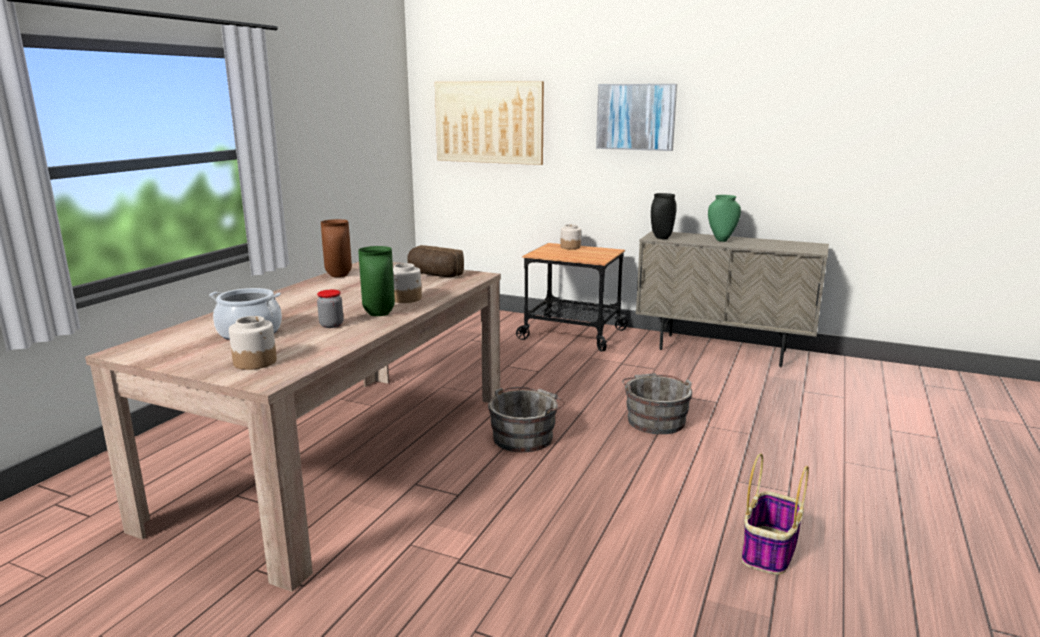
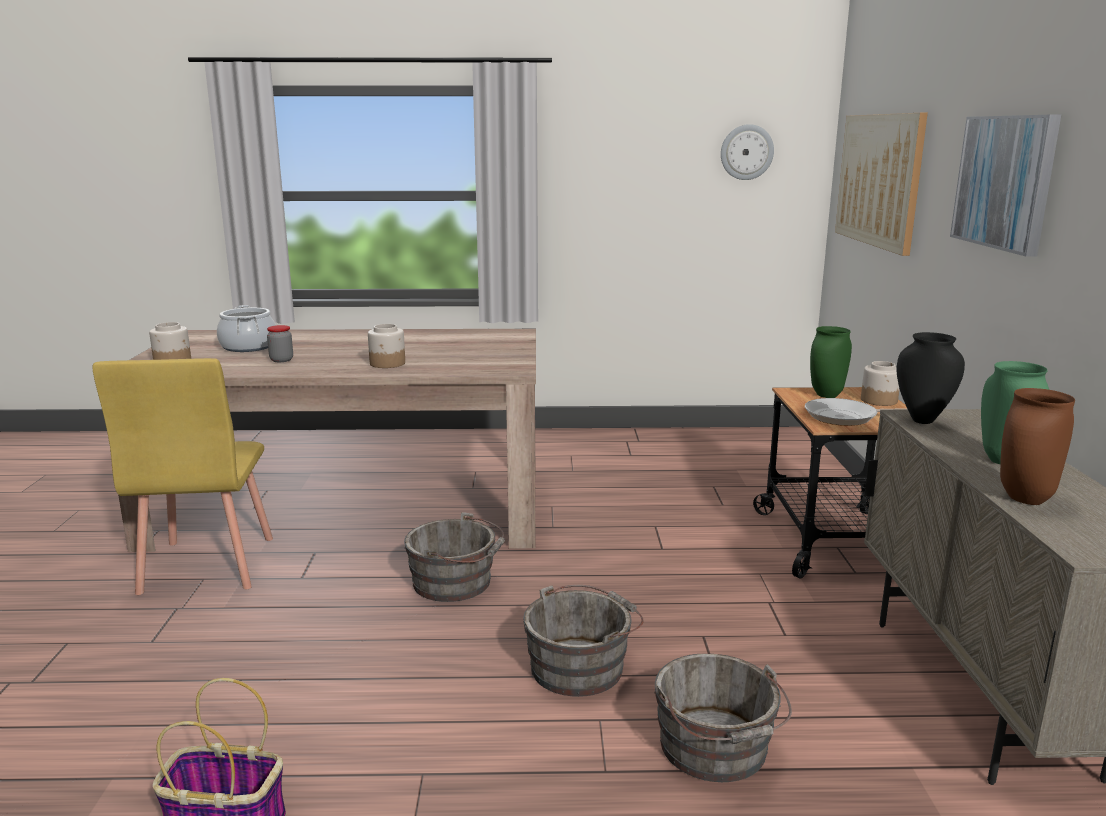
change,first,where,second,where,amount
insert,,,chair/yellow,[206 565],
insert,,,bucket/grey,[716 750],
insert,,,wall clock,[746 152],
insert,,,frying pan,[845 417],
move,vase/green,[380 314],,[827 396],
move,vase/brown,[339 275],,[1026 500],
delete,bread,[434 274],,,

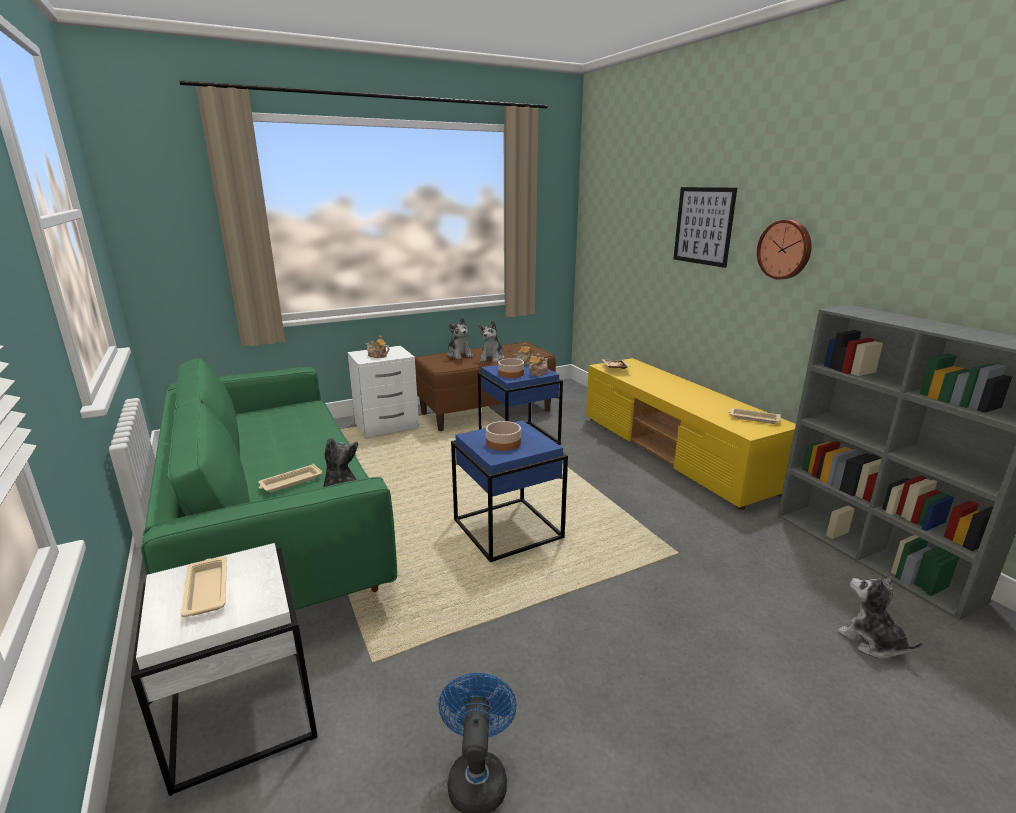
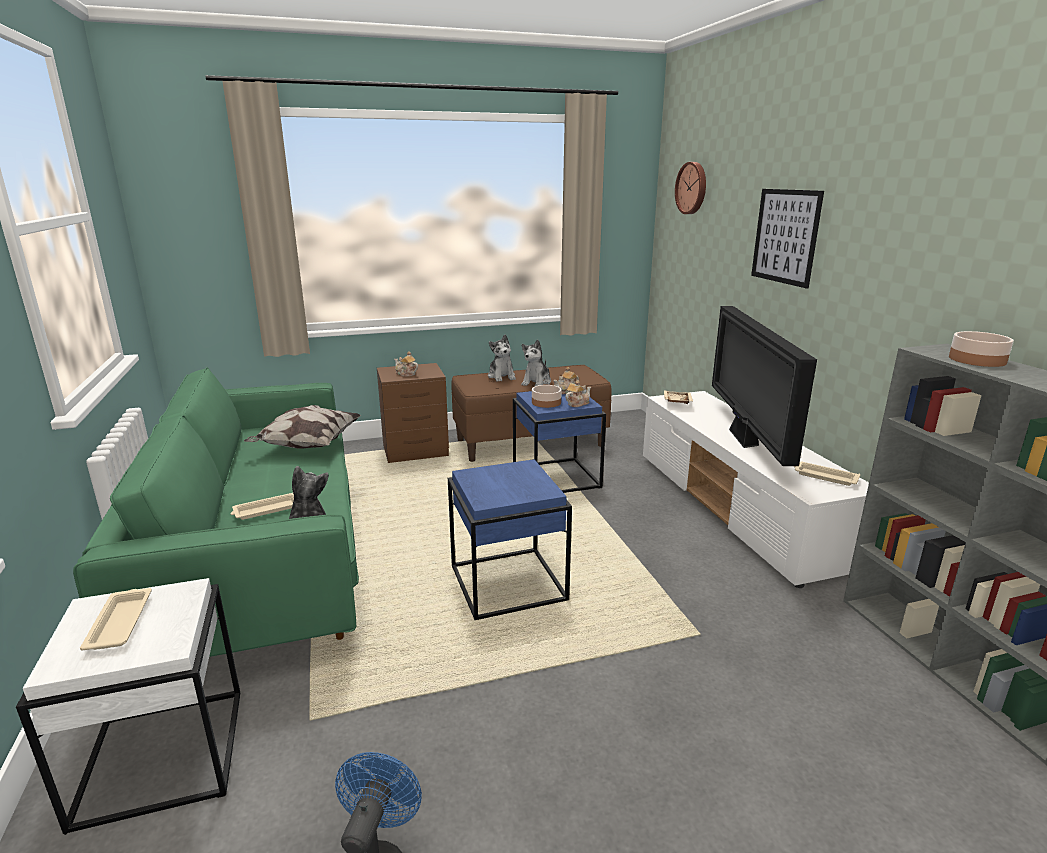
change,first,where,second,where,amount
insert,,,pillow,[307 446],
recolor,nightstand/white,[388 426],nightstand/brown,[417 451],
recolor,tv stand/yellow,[674 452],tv stand/white,[737 509],
move,wall clock,[785 249],,[692 188],
insert,,,television,[744 439],
move,bowl,[503 443],,[976 359],
delete,plush toy,[871 642],,,

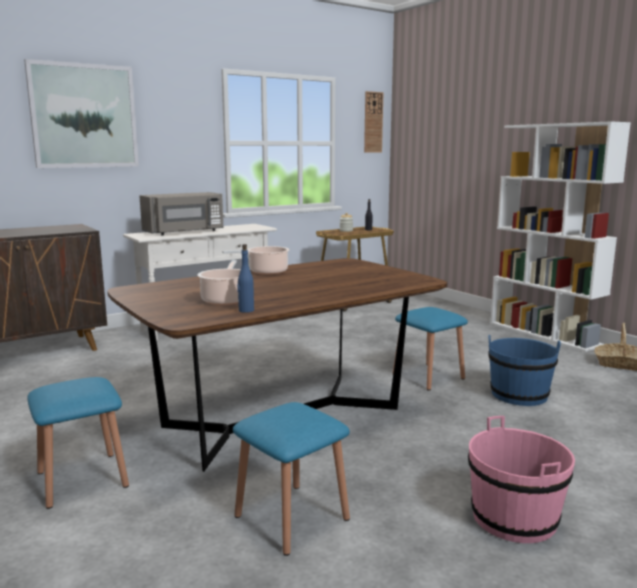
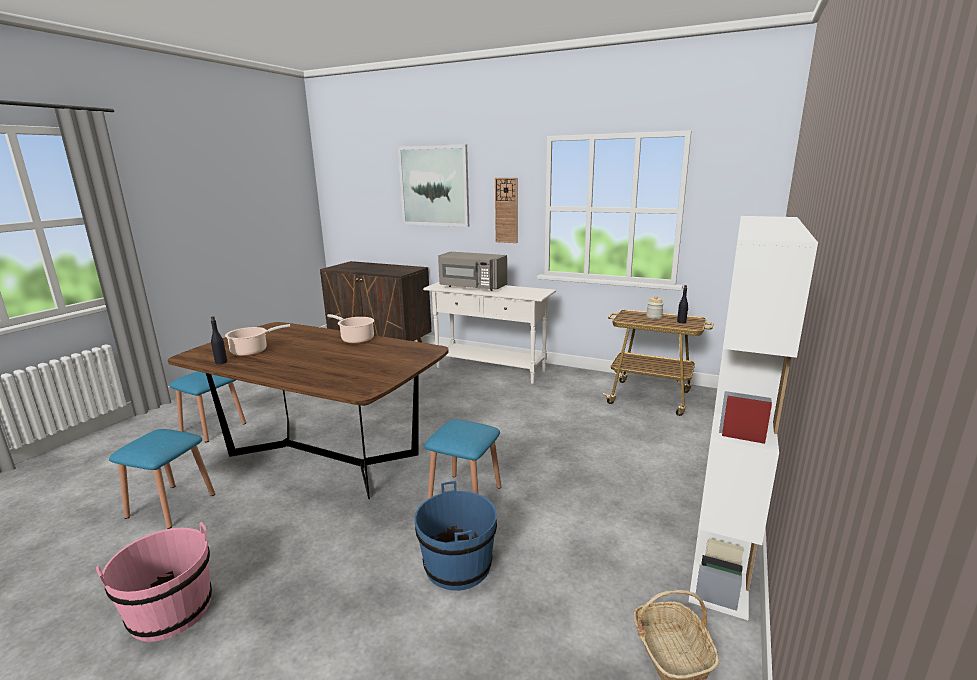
change,first,where,second,where,amount
recolor,bottle/blue,[246 310],bottle/black,[221 362],
move,wall clock,[373 122],,[506 210],

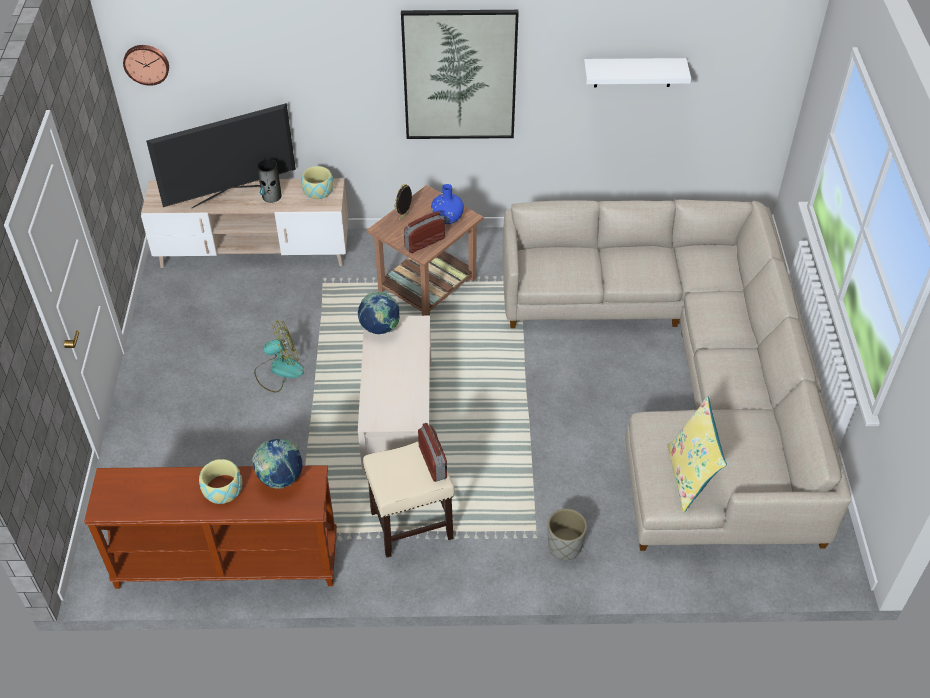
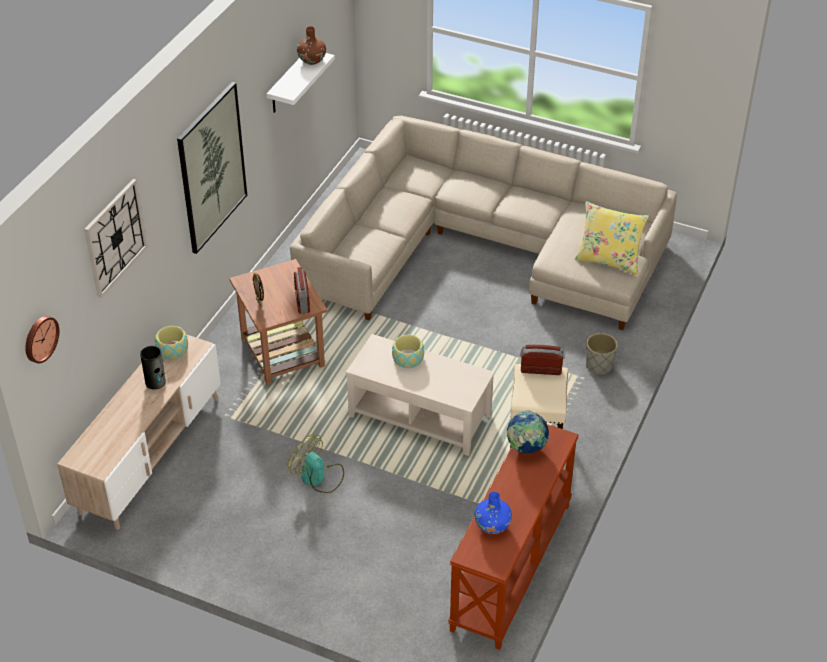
change,first,where,second,where,amount
insert,,,wall clock,[115 237],
rotate,fan,[279 370],,[318 477],60 degrees counterclockwise
insert,,,vase/brown,[312 60],
move,bowl,[222 488],,[407 358],
move,vase/blue,[447 218],,[492 525],
delete,television,[231 195],,,
delete,globe,[380 328],,,

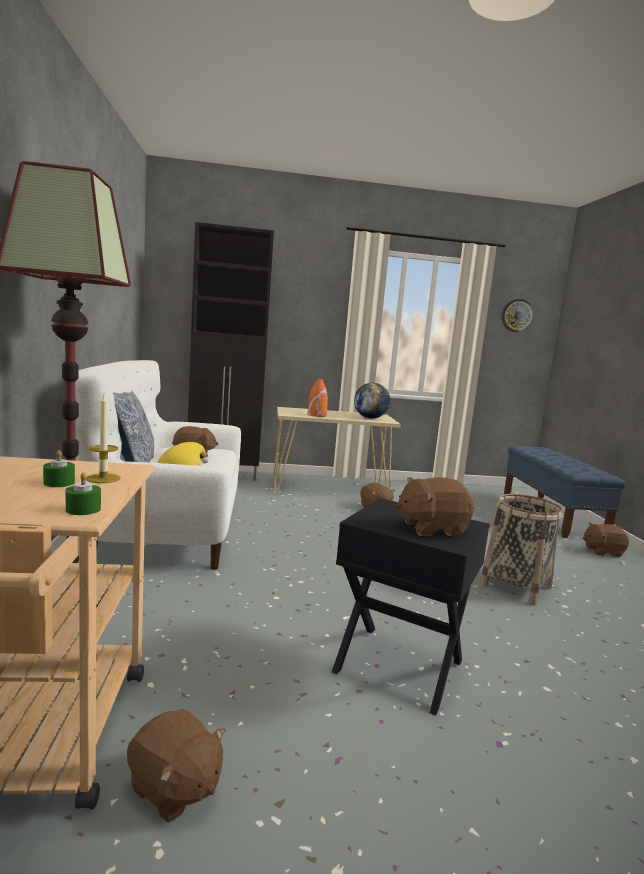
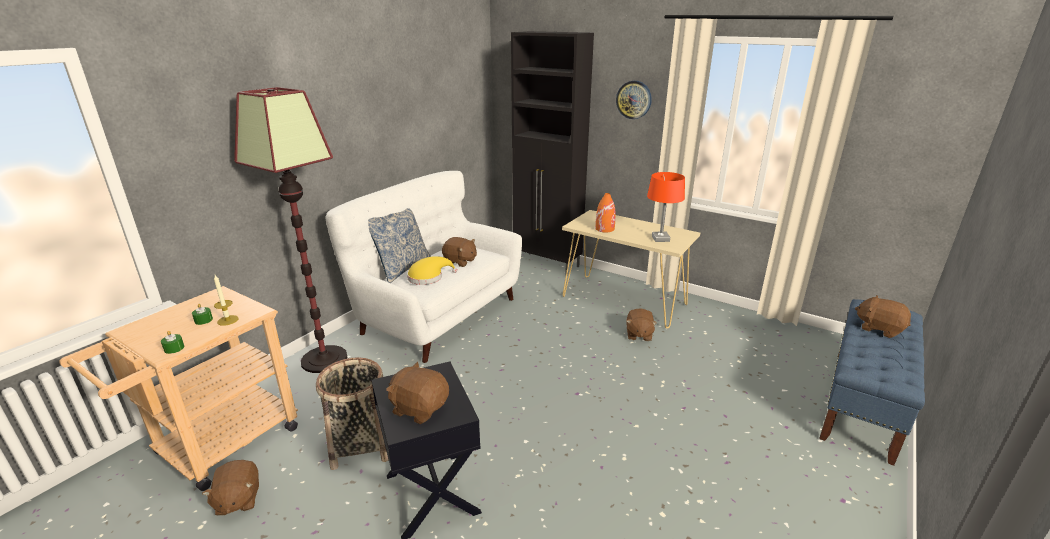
change,first,where,second,where,amount
move,basket,[516 586],,[361 445],
move,wall clock,[517 315],,[634 99],
replace,globe,[370 418],table lamp/orange,[660 239],
move,plush toy/brown,[602 551],,[879 328],

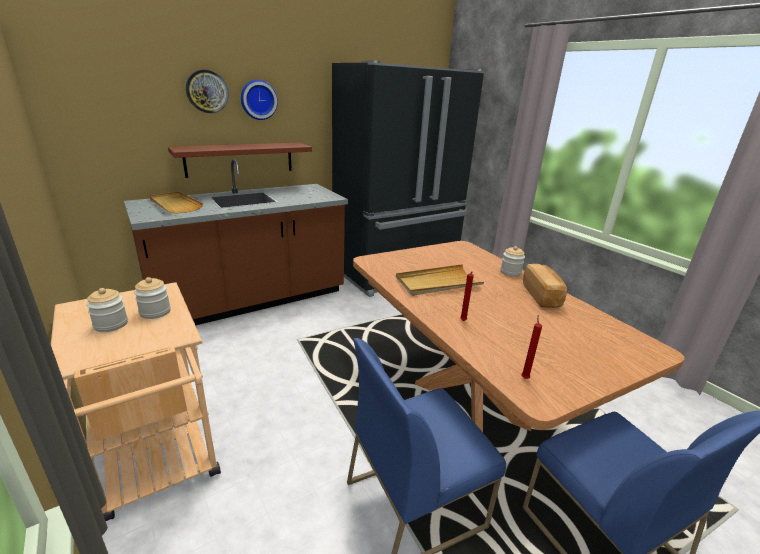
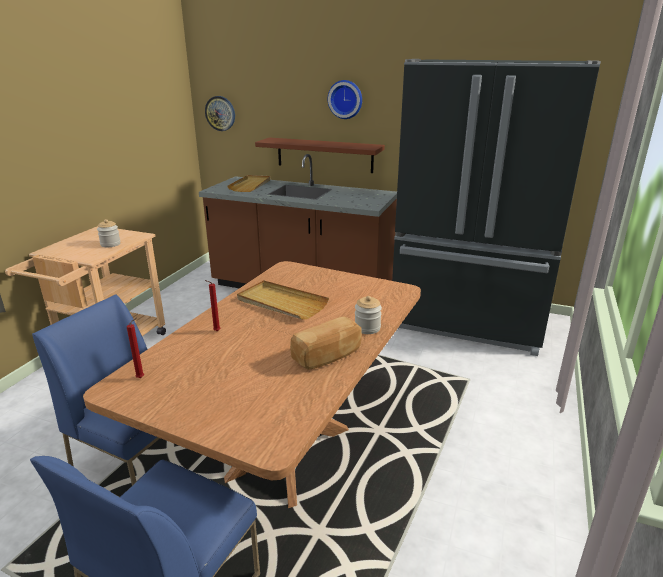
change,first,where,second,where,amount
move,wall clock,[207 91],,[220 113],
delete,jar,[111 324],,,

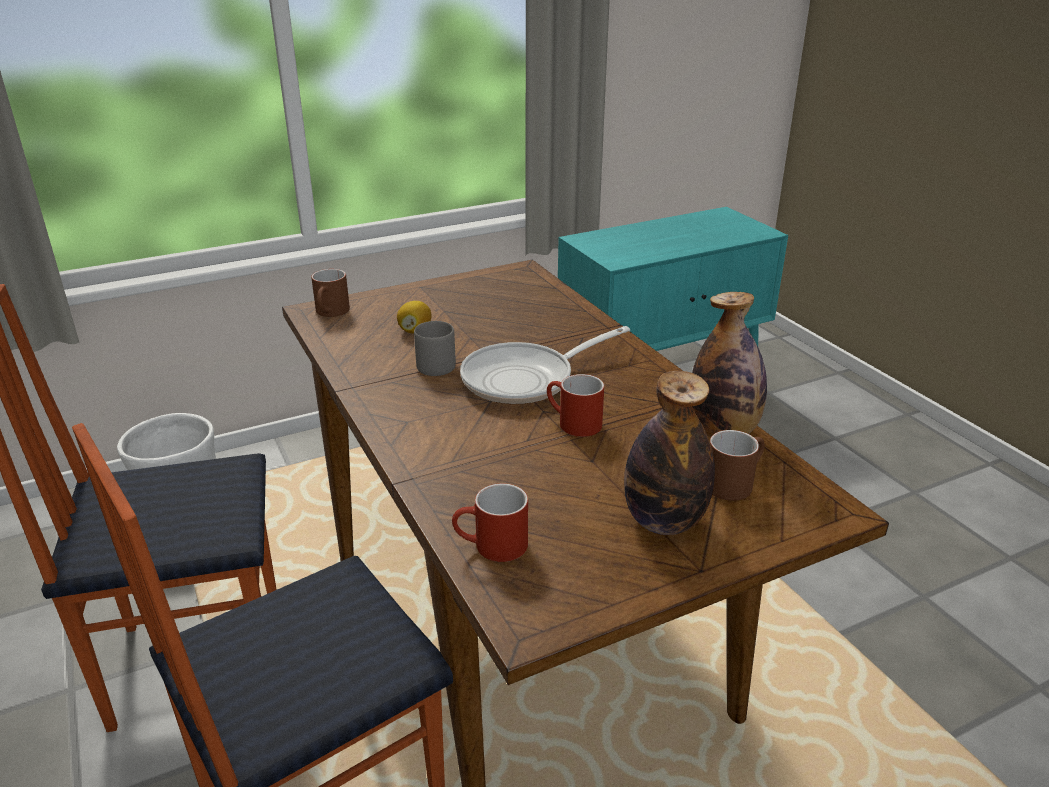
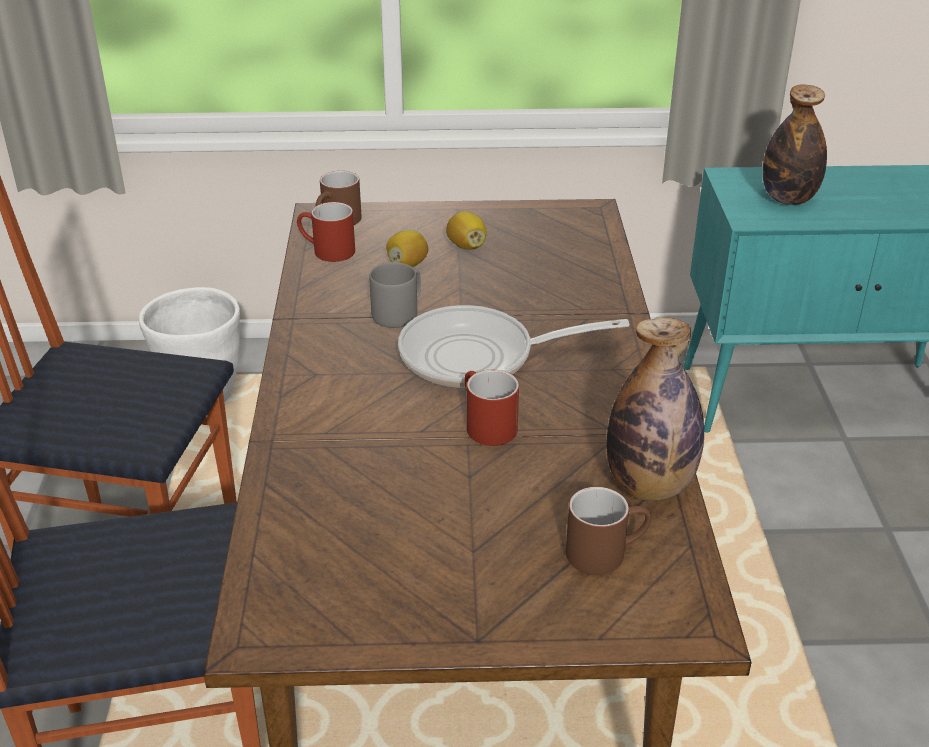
change,first,where,second,where,amount
move,mug/red,[491 547],,[326 251],
insert,,,lemon,[466 246],
move,bottle,[664 521],,[788 199],

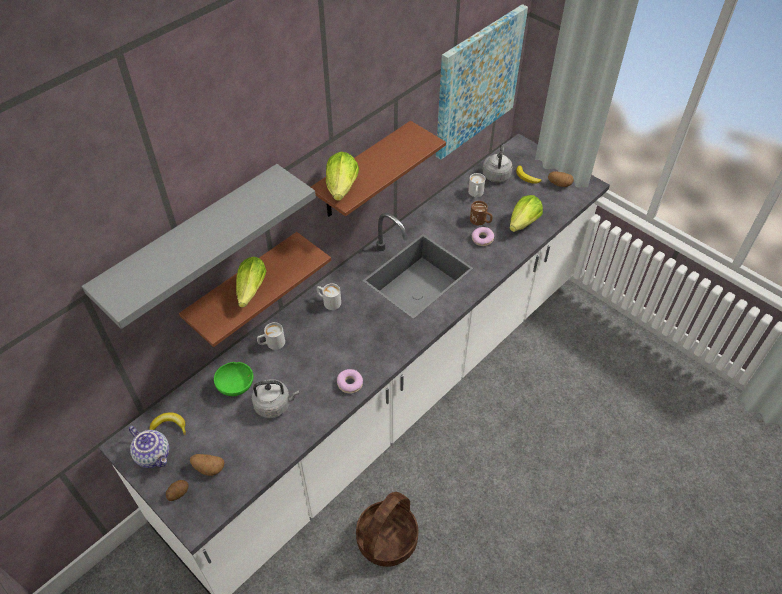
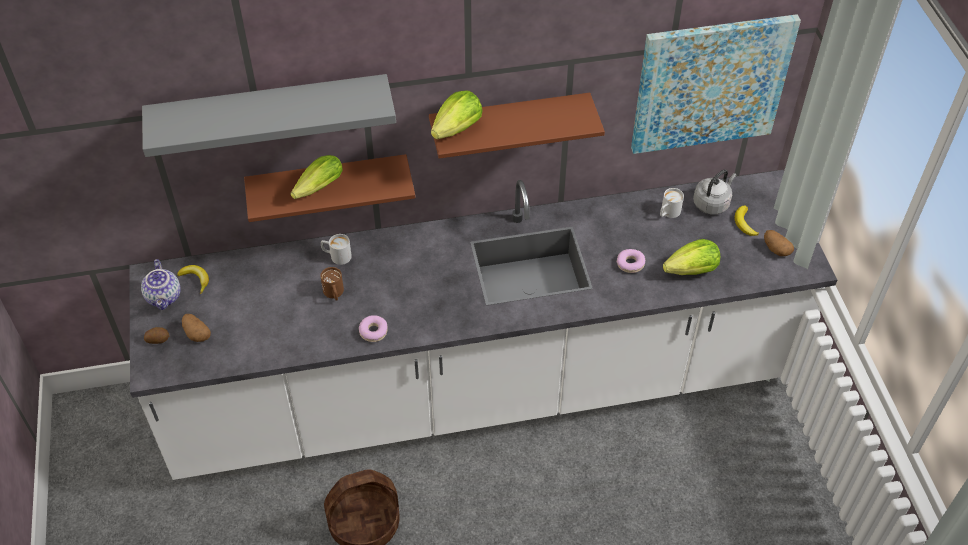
change,first,where,second,where,amount
move,mug/brown,[481 221],,[334 294],
delete,bowl/green,[236 385],,,
delete,kettle/grey,[274 405],,,
delete,mug/white,[328 301],,,

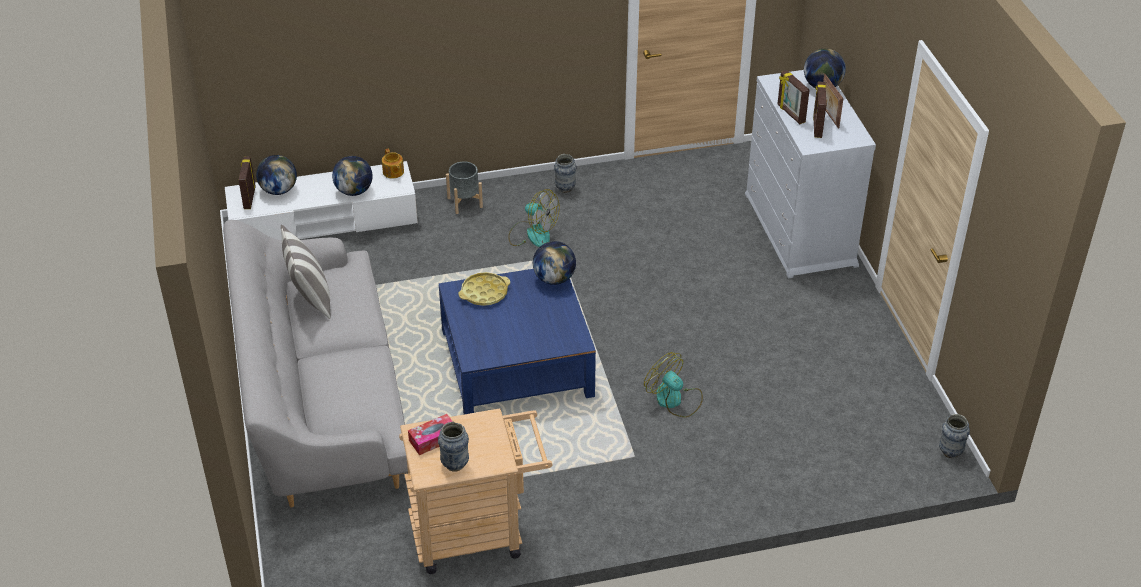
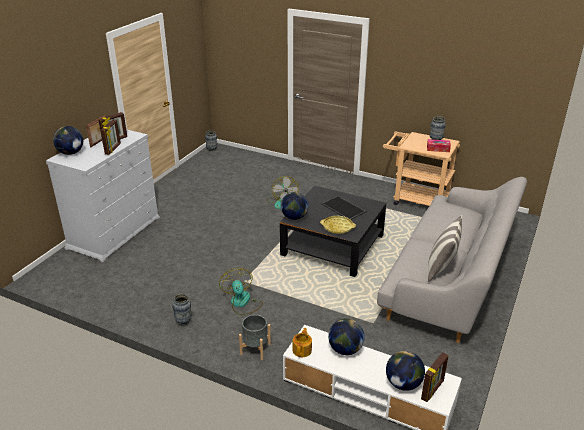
change,first,where,second,where,amount
recolor,coffee table/blue,[516 363],coffee table/black,[333 245],
insert,,,tray,[344 208],

